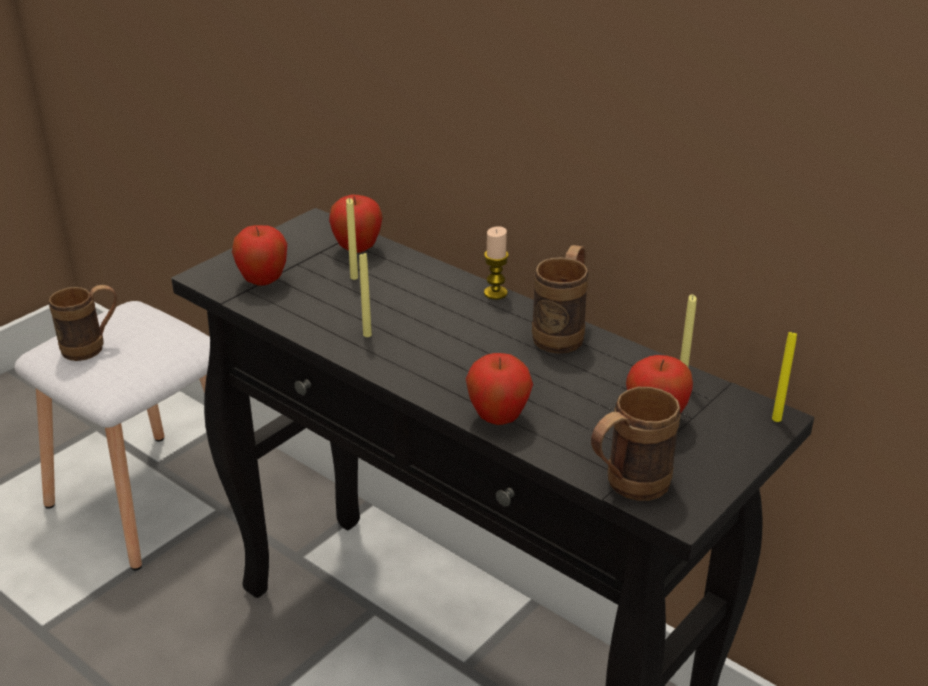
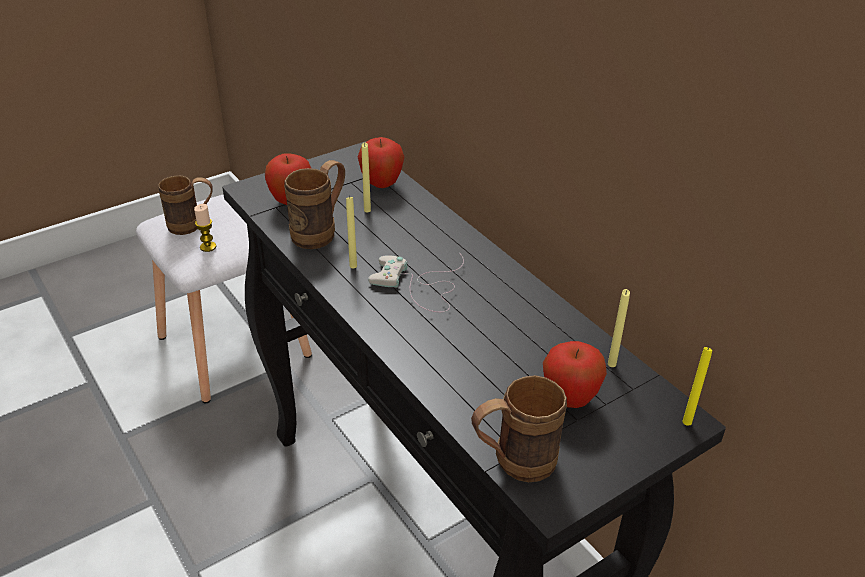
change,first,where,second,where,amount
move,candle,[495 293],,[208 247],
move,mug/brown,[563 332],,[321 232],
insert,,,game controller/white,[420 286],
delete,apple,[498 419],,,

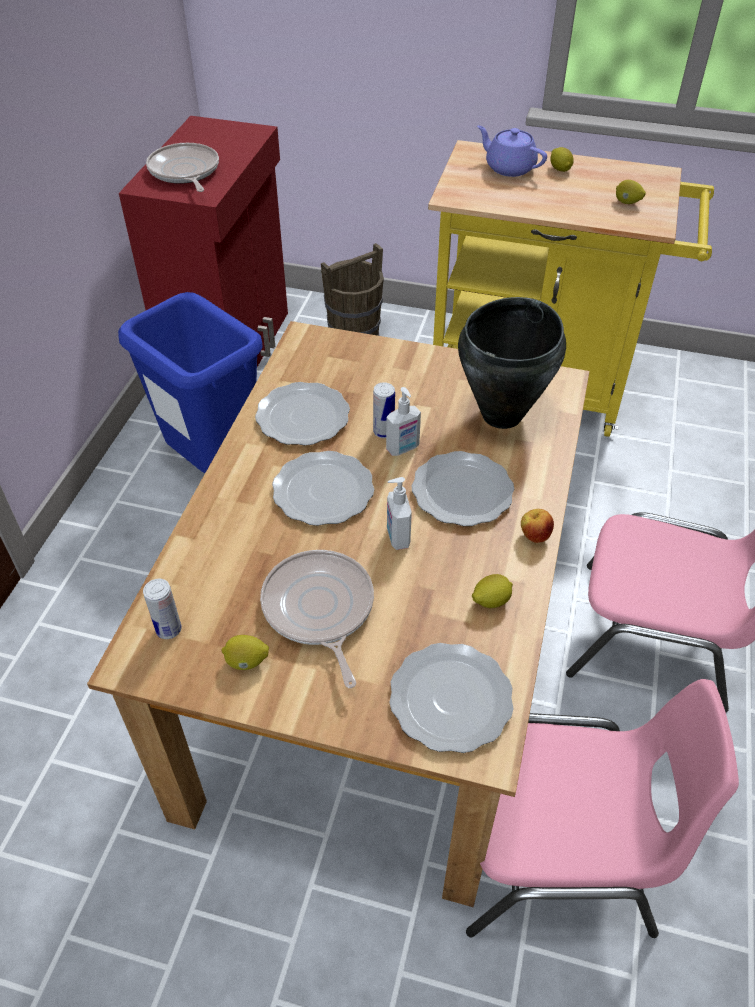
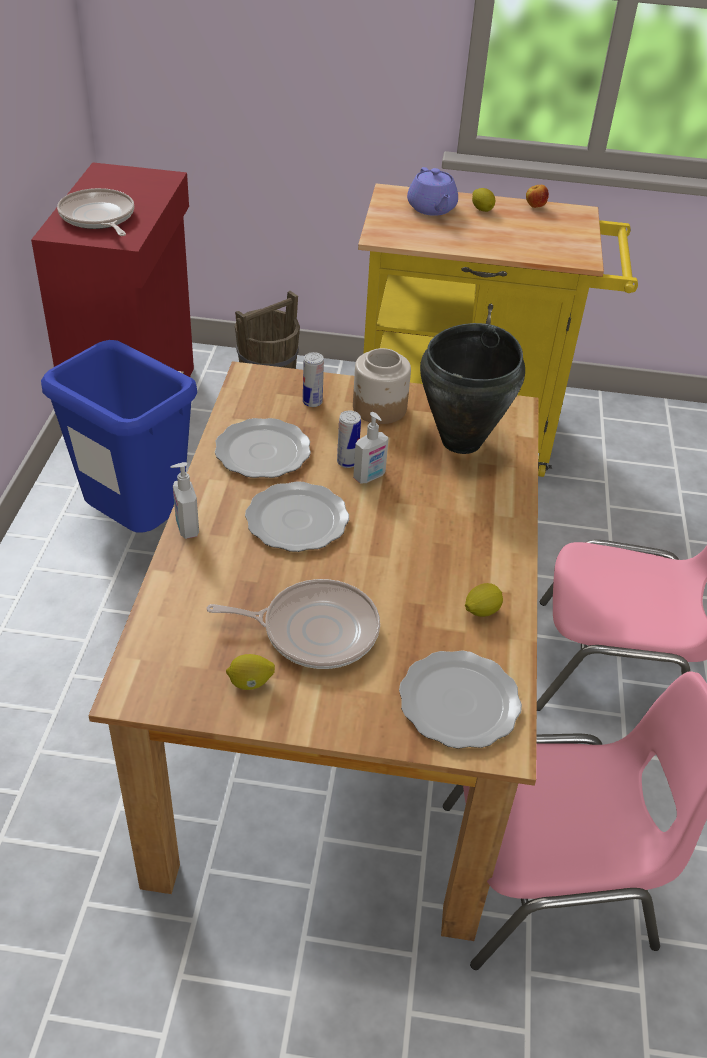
change,first,where,second,where,amount
move,soap dispenser,[397 537],,[186 528],
rotate,frying pan,[319 610],,[314 630],120 degrees clockwise
move,can,[169 629],,[312 402],
insert,,,jar,[379 408],
rotate,teapot/purple,[509 168],,[432 209],135 degrees counterclockwise
move,apple,[534 536],,[535 207],
delete,plate,[464 491],,,
delete,lemon,[627 202],,,

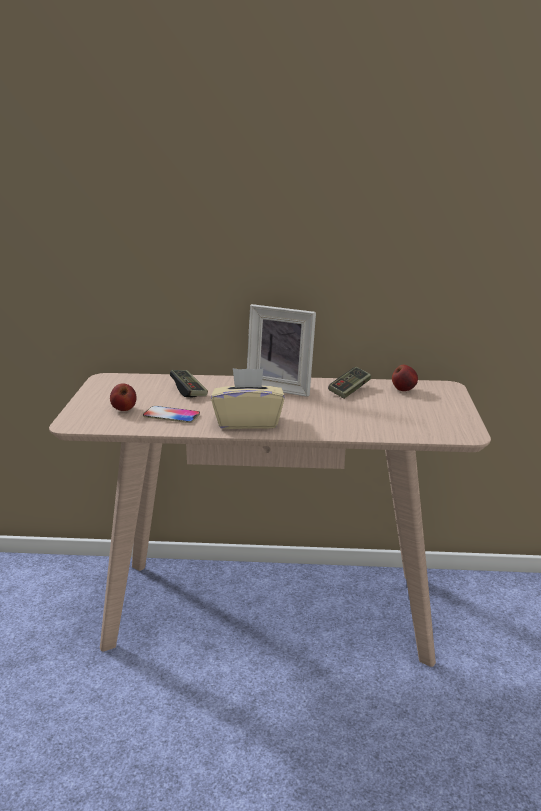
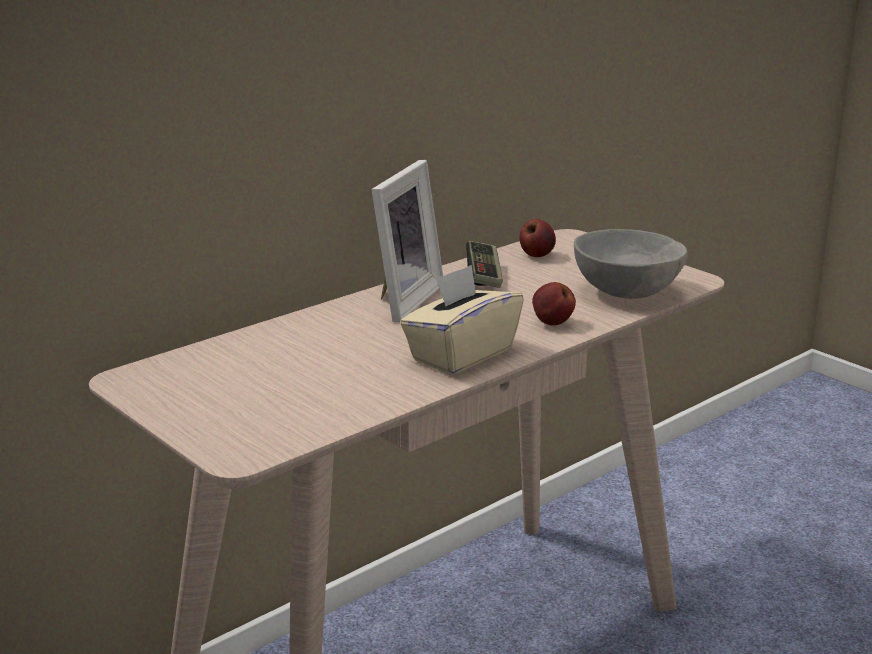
change,first,where,second,where,amount
rotate,picture frame,[282 387],,[400 300],45 degrees counterclockwise
move,apple,[124 409],,[551 323],
insert,,,bowl/grey,[626 292],
delete,phone,[171 415],,,
delete,game controller,[189 390],,,

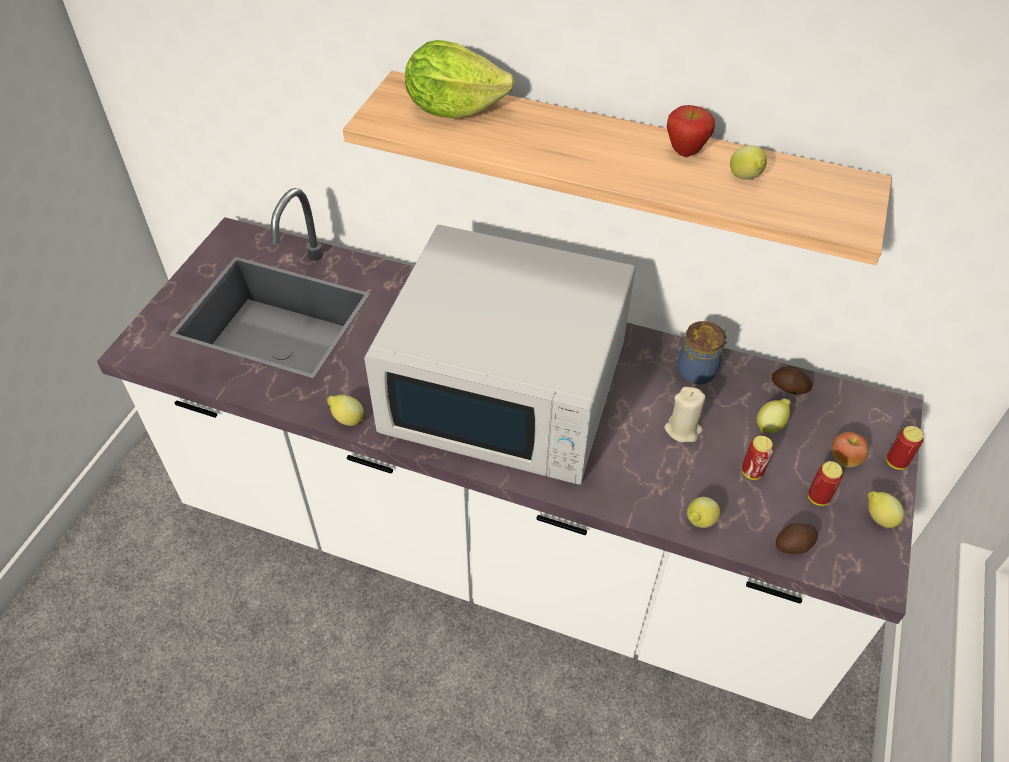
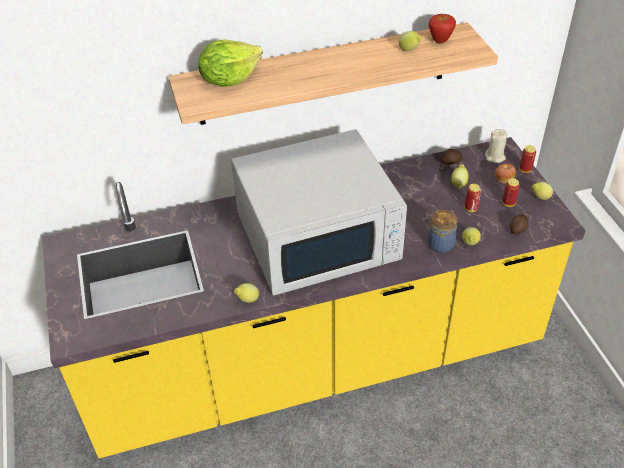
change,first,where,second,where,amount
recolor,counter/white,[502 545],counter/yellow,[315 360],
move,apple,[685 152],,[440 41],
move,jar,[698 371],,[441 243],
move,candle/beige,[683 429],,[495 157],

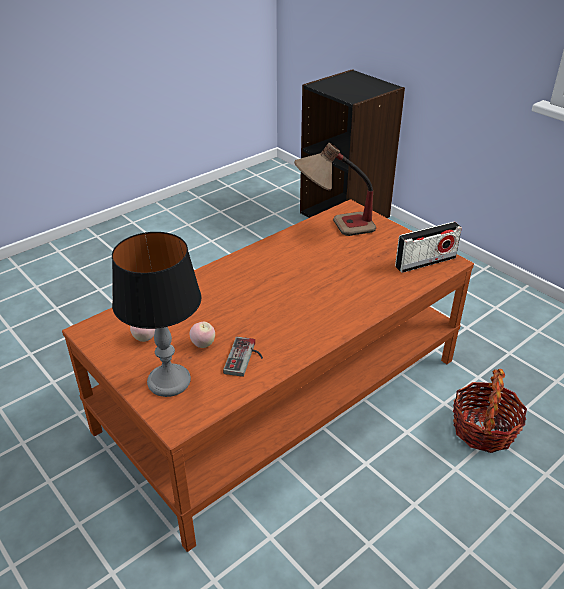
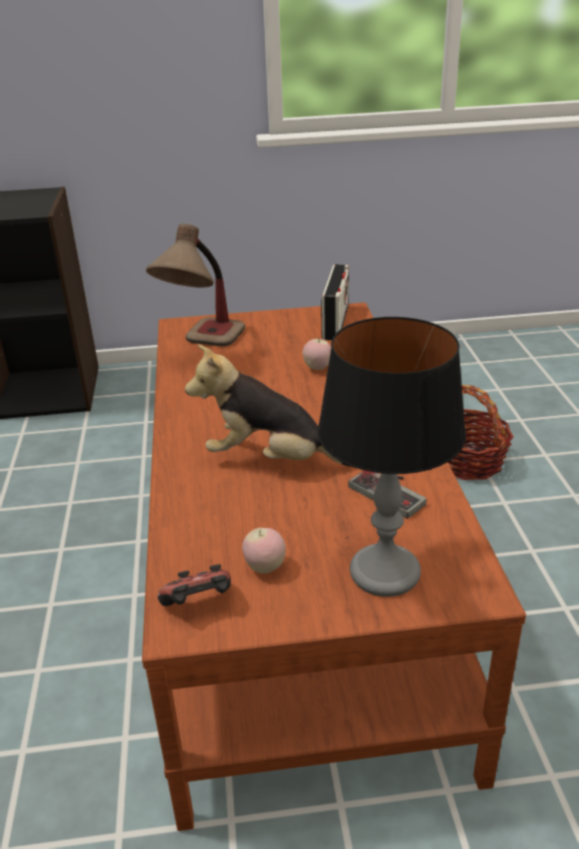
change,first,where,second,where,amount
insert,,,game controller,[199 605],
insert,,,plush toy,[271 460],
move,apple,[203 344],,[317 368],

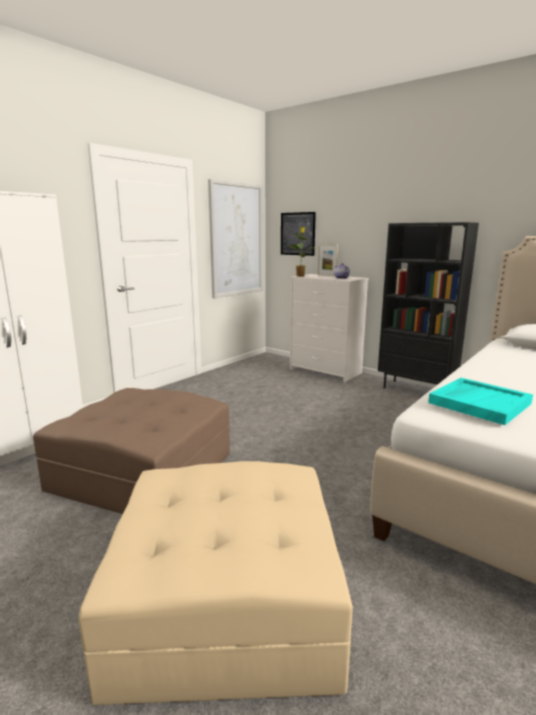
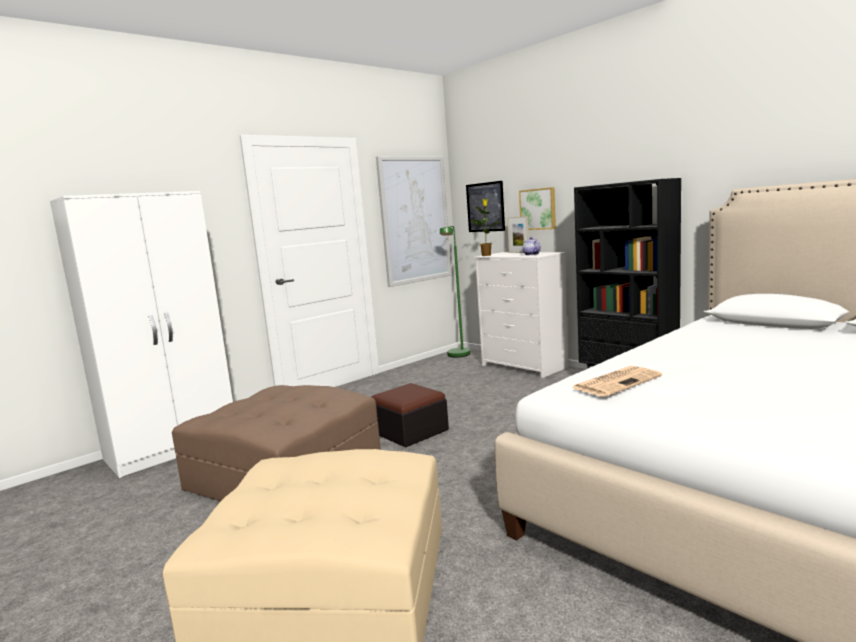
change,first,where,second,where,amount
insert,,,ottoman,[410 431],
insert,,,floor lamp/green,[458 356],
insert,,,picture,[538 209],
replace,tray/turquoise,[479 403],newspaper,[617 382],

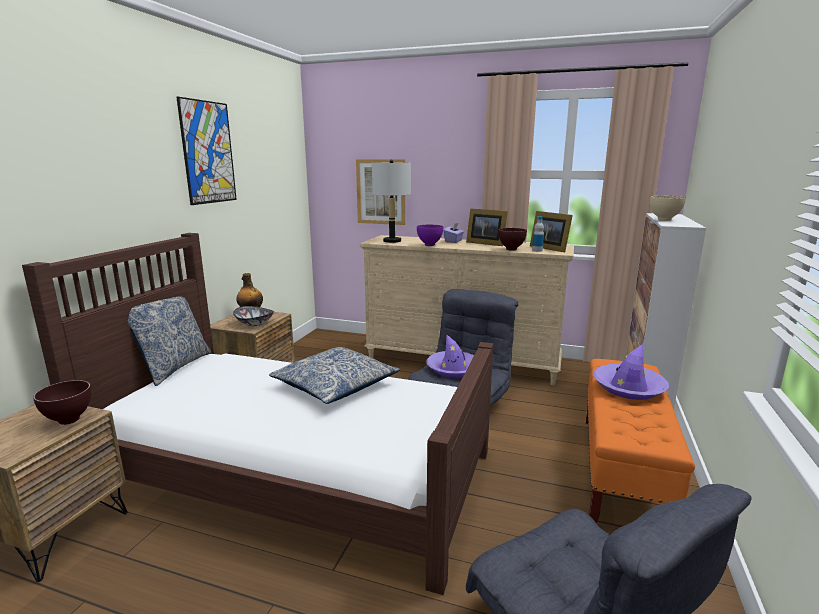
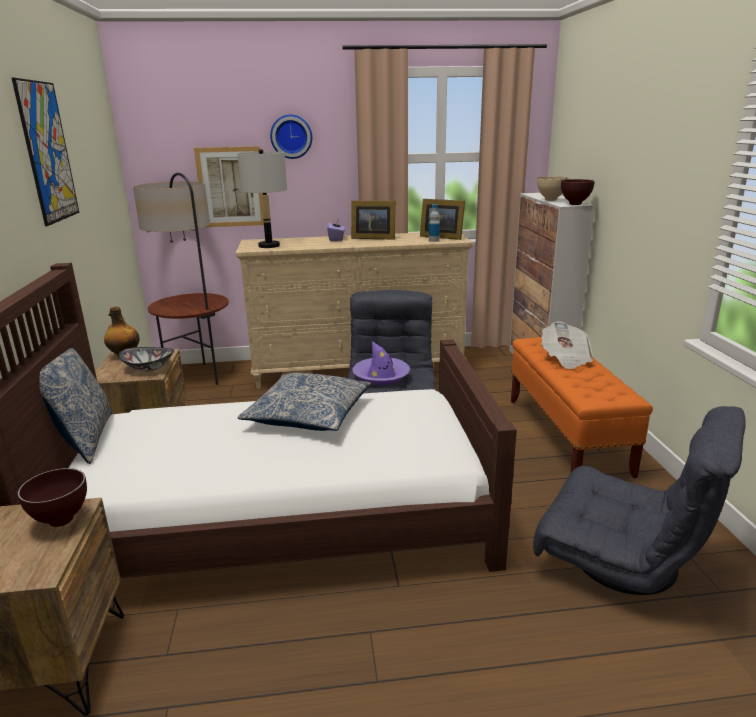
change,first,where,second,where,amount
insert,,,floor lamp,[199 376],
insert,,,wall clock,[291 136],
replace,hat/purple,[628 388],newspaper,[565 358],
move,bowl/brown,[510 249],,[574 204],
delete,bowl/purple,[429 245],,,

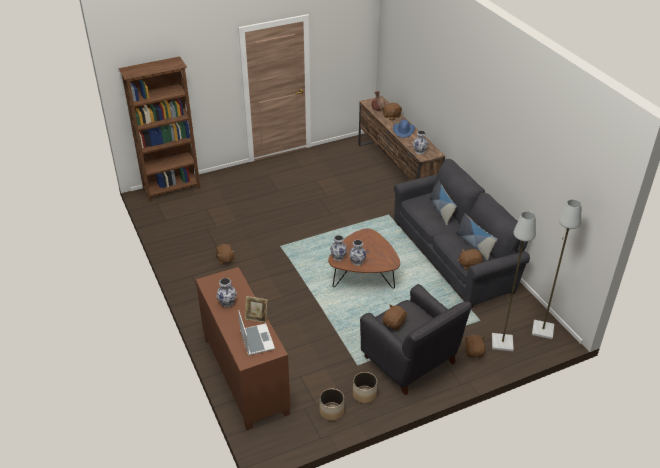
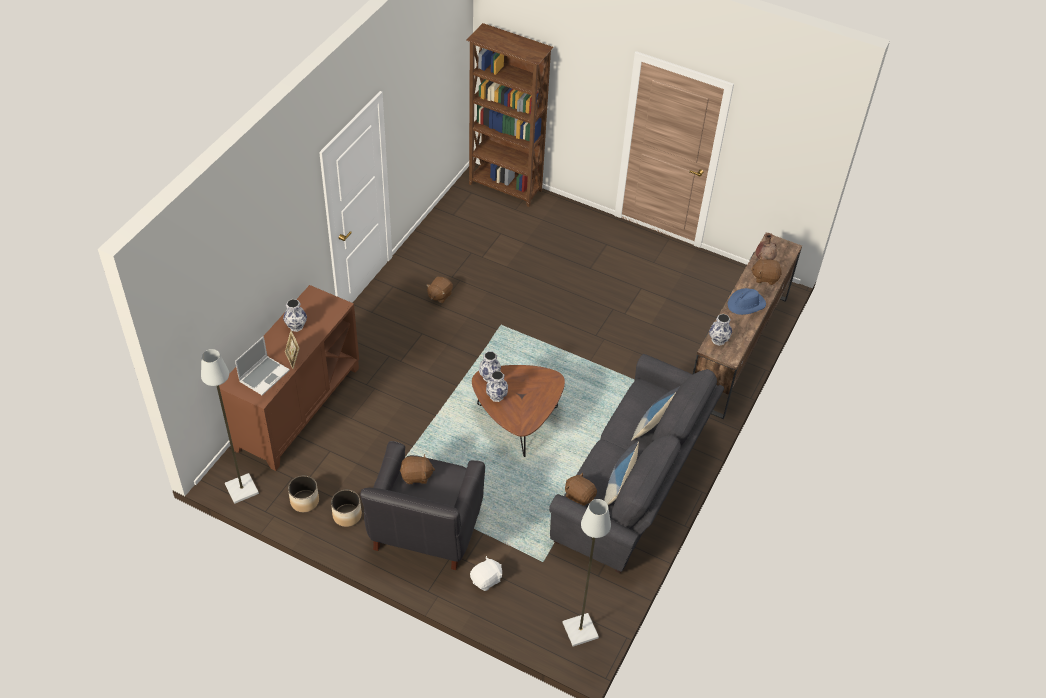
change,first,where,second,where,amount
move,floor lamp/grey,[502 343],,[241 489],
recolor,plush toy/brown,[474 352],plush toy/white,[486 580],

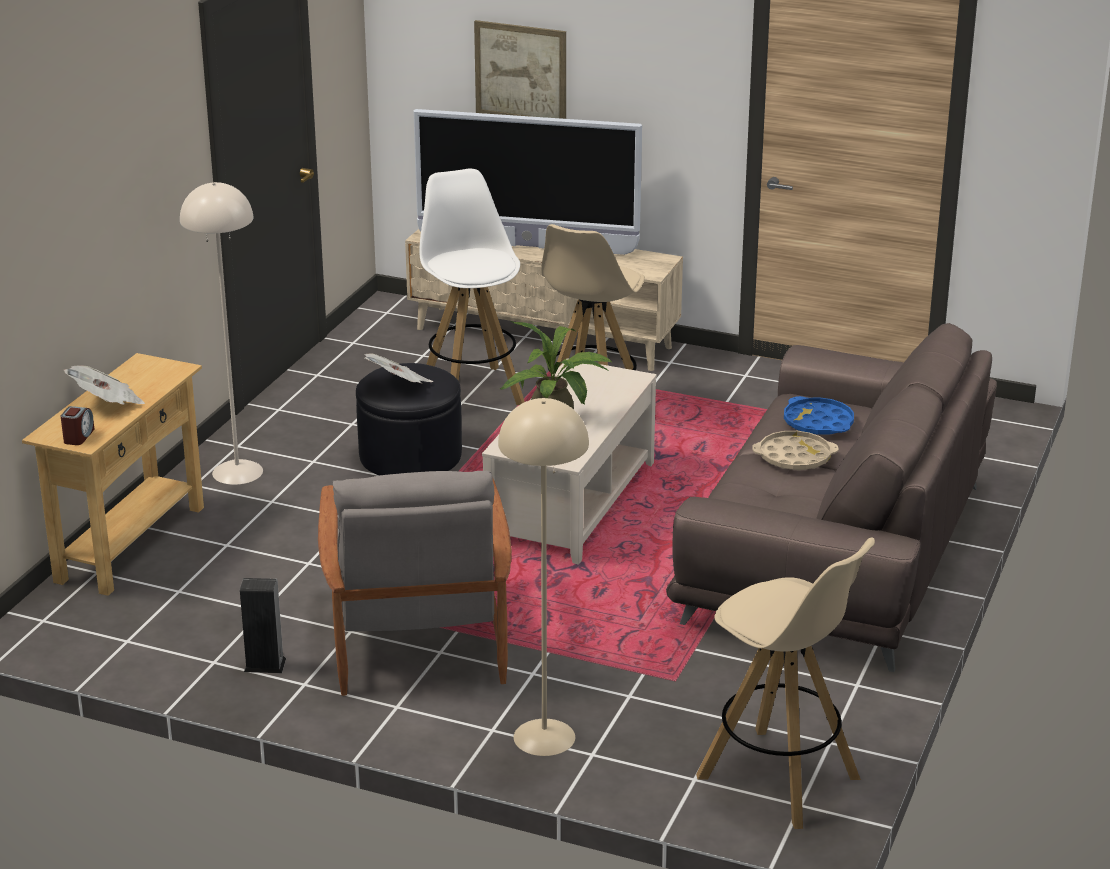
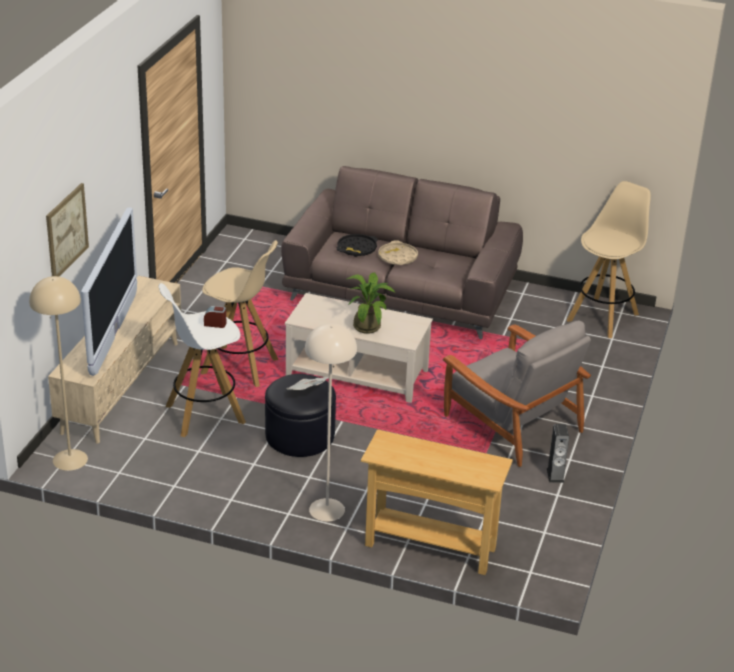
change,first,where,second,where,amount
move,floor lamp/beige,[545 737],,[70 459],
move,alarm clock,[78 436],,[215 324],
recolor,tray/blue,[818 423],tray/black,[357 249],
rotate,armchair/grey,[417 635],,[511 423],60 degrees clockwise
delete,newspaper,[107 403],,,

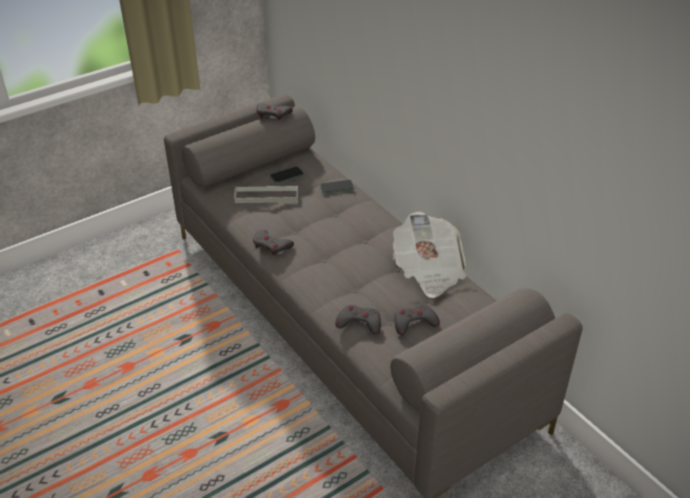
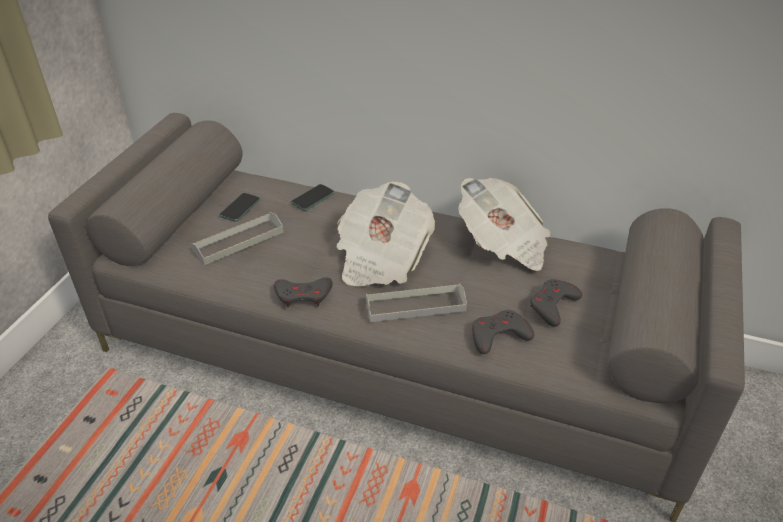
change,first,where,second,where,amount
insert,,,newspaper,[381 257],
insert,,,tray/grey,[415 306],
delete,game controller/grey,[273 114],,,

